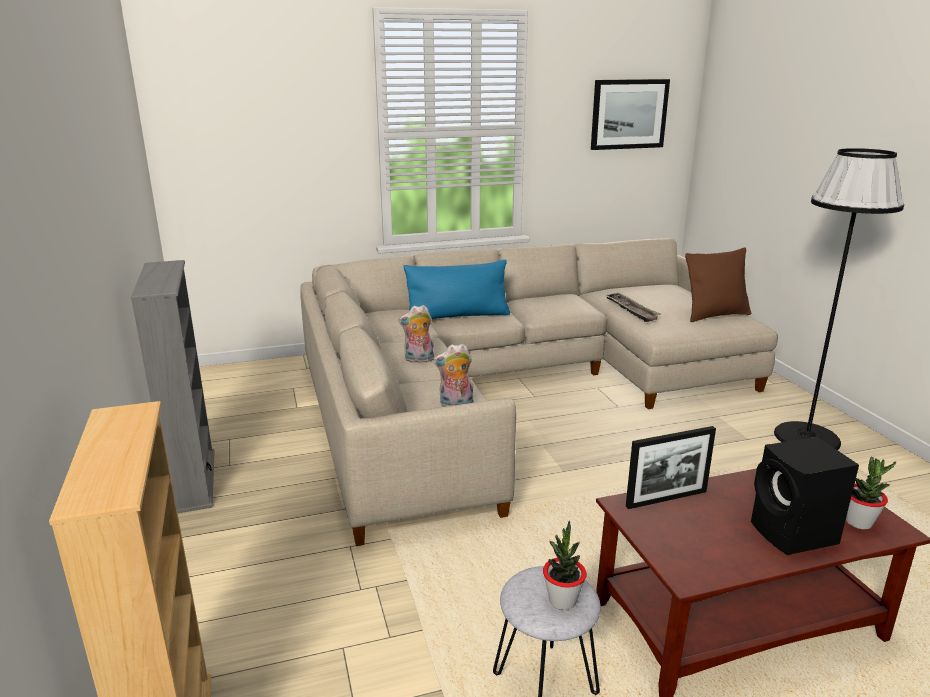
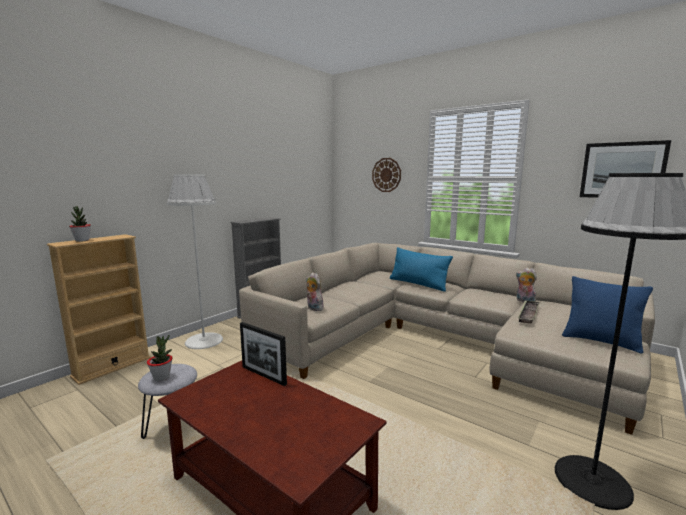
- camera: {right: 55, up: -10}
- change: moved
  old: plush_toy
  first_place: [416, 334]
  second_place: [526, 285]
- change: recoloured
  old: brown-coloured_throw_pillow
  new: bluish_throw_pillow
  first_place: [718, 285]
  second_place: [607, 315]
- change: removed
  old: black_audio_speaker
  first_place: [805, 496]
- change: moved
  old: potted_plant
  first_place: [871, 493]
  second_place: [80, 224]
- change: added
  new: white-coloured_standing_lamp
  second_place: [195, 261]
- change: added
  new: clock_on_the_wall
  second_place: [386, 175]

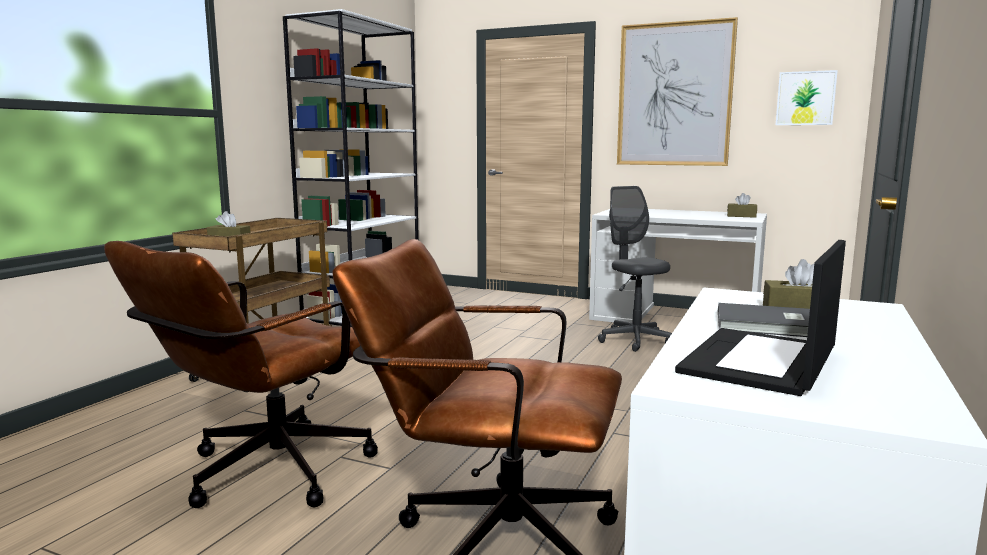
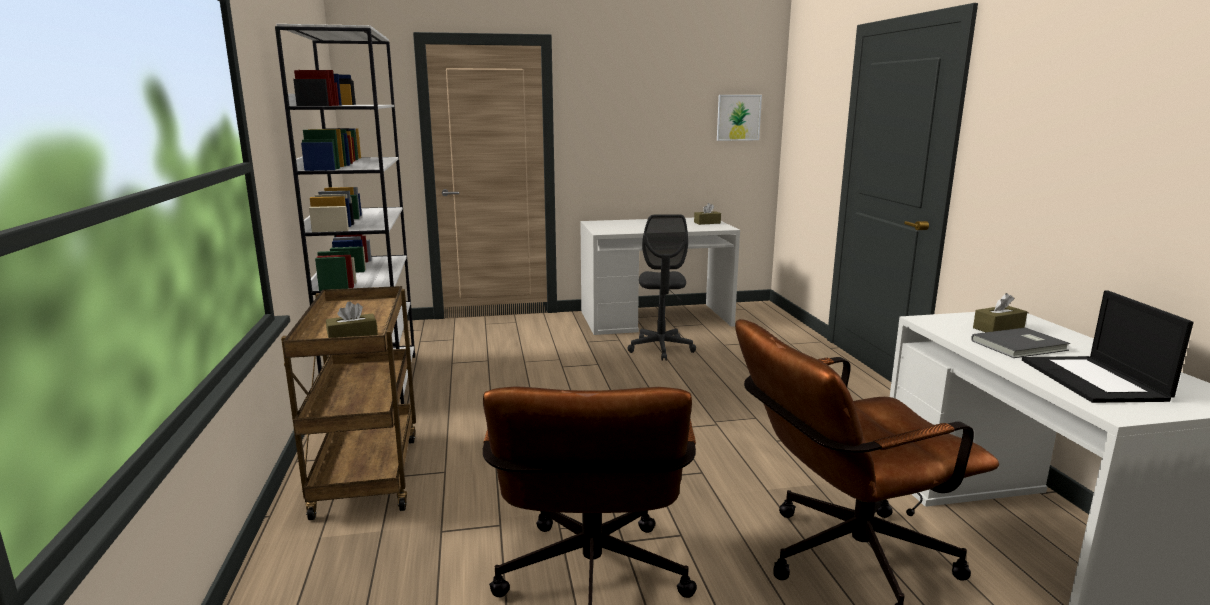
- camera: {right: -35, up: 5}
- change: turned
  old: grey_office_chair
  first_place: [635, 269]
  second_place: [661, 287]
  degrees: -120
- change: removed
  old: wall_art
  first_place: [677, 91]

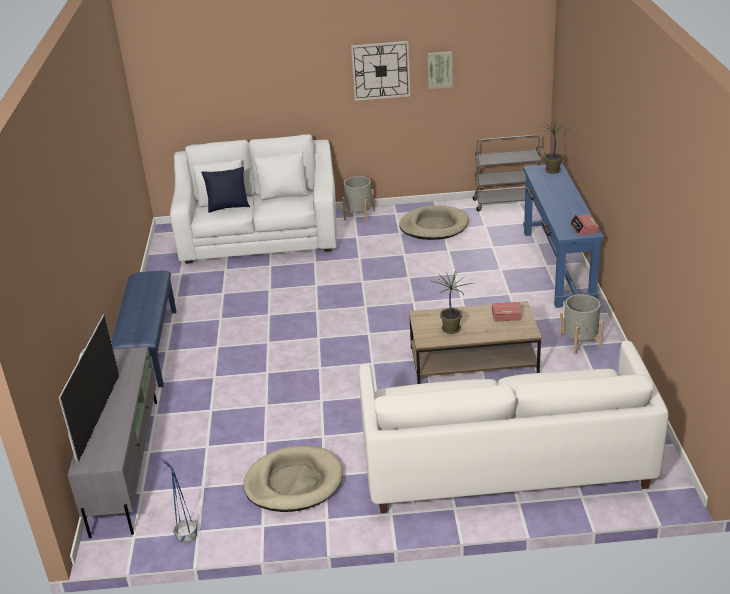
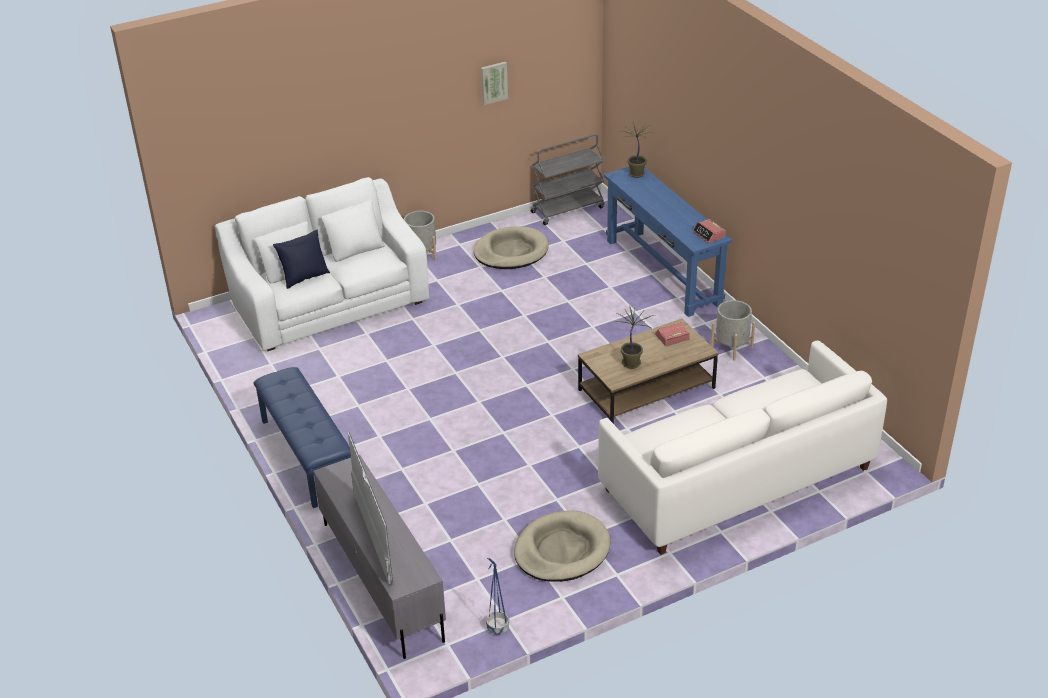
- camera: {right: -25, up: 5}
- change: removed
  old: clock_on_the_wall
  first_place: [380, 71]

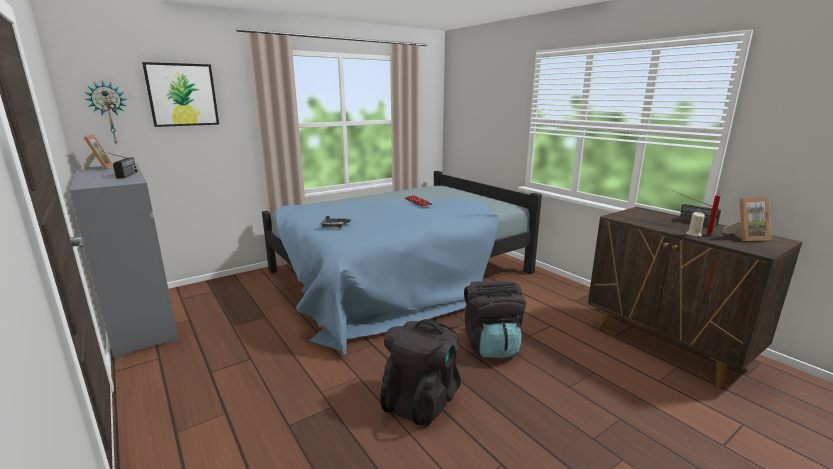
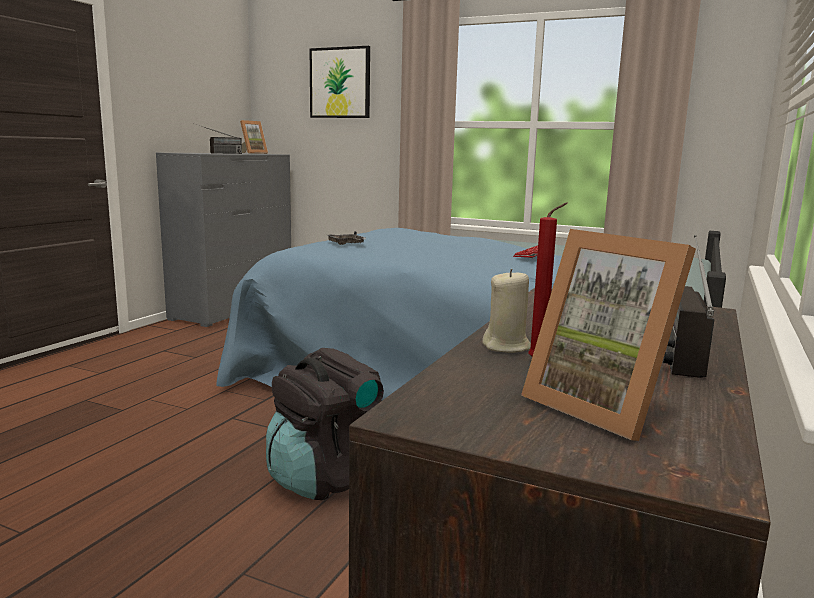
- camera: {right: 60, up: -5}
- change: removed
  old: clock_on_the_wall
  first_place: [106, 113]
- change: removed
  old: black_rucksack
  first_place: [420, 372]

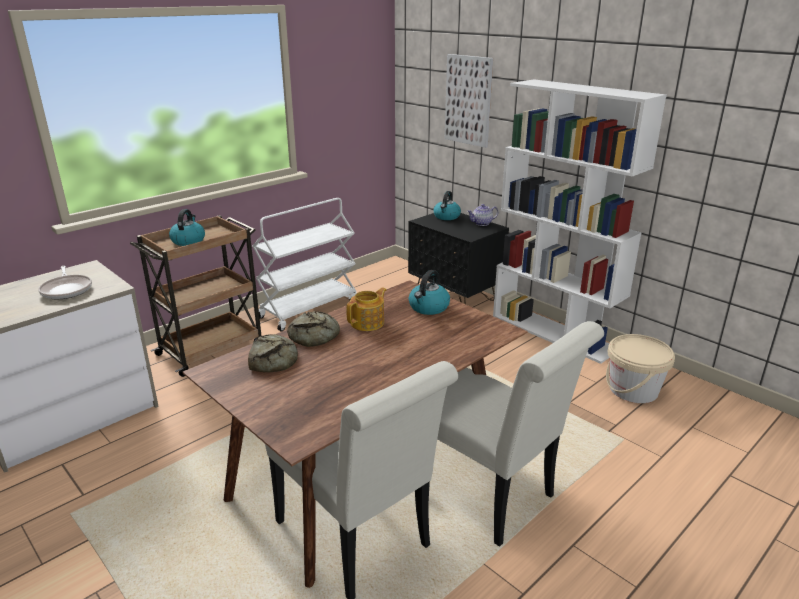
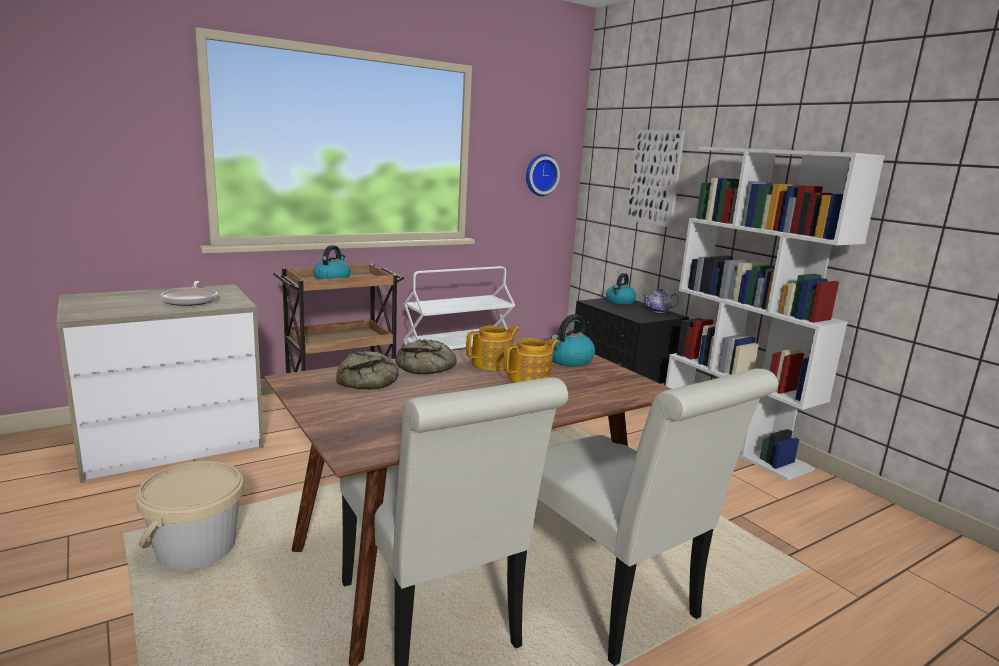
- camera: {right: 10, up: -10}
- change: moved
  old: sand-coloured_water_bucket
  first_place: [640, 368]
  second_place: [189, 515]
- change: added
  new: tea_pot
  second_place: [531, 360]
- change: added
  new: clock_on_the_wall
  second_place: [543, 175]

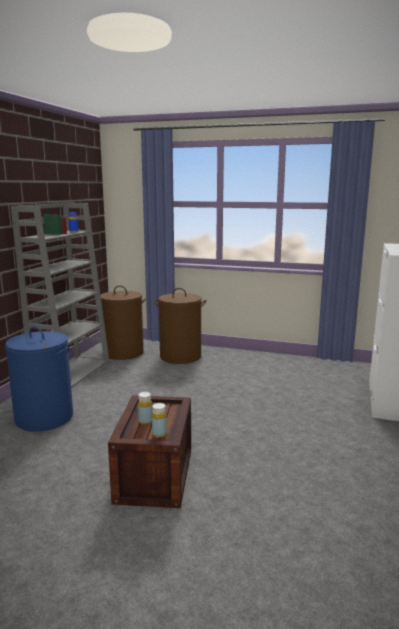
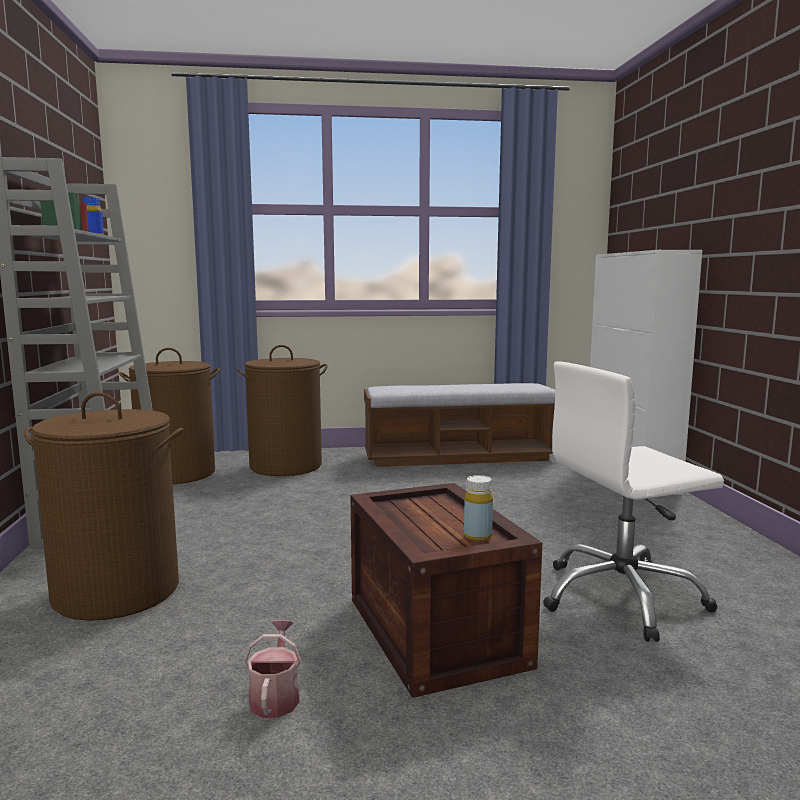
- camera: {right: -25, up: -5}
- change: recoloured
  old: bluish_hamper
  new: brown-coloured_hamper
  first_place: [39, 379]
  second_place: [103, 506]
- change: removed
  old: yellow-coloured_bottle
  first_place: [145, 408]
- change: added
  new: sprinkling_can
  second_place: [273, 669]
- change: added
  new: indoor_bench
  second_place: [459, 425]
- change: added
  new: white-coloured_office_chair
  second_place: [633, 501]

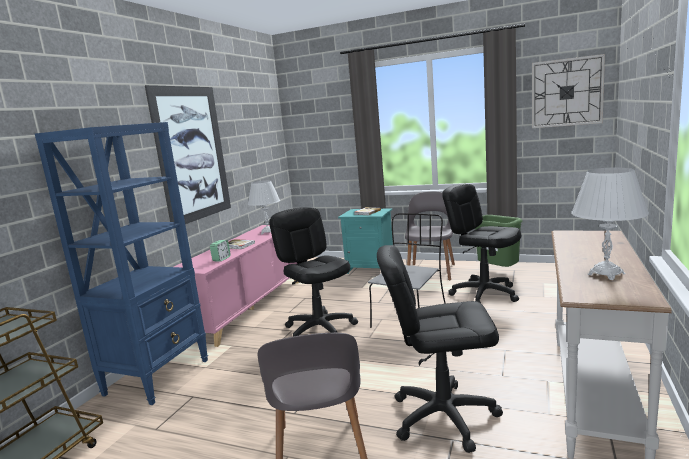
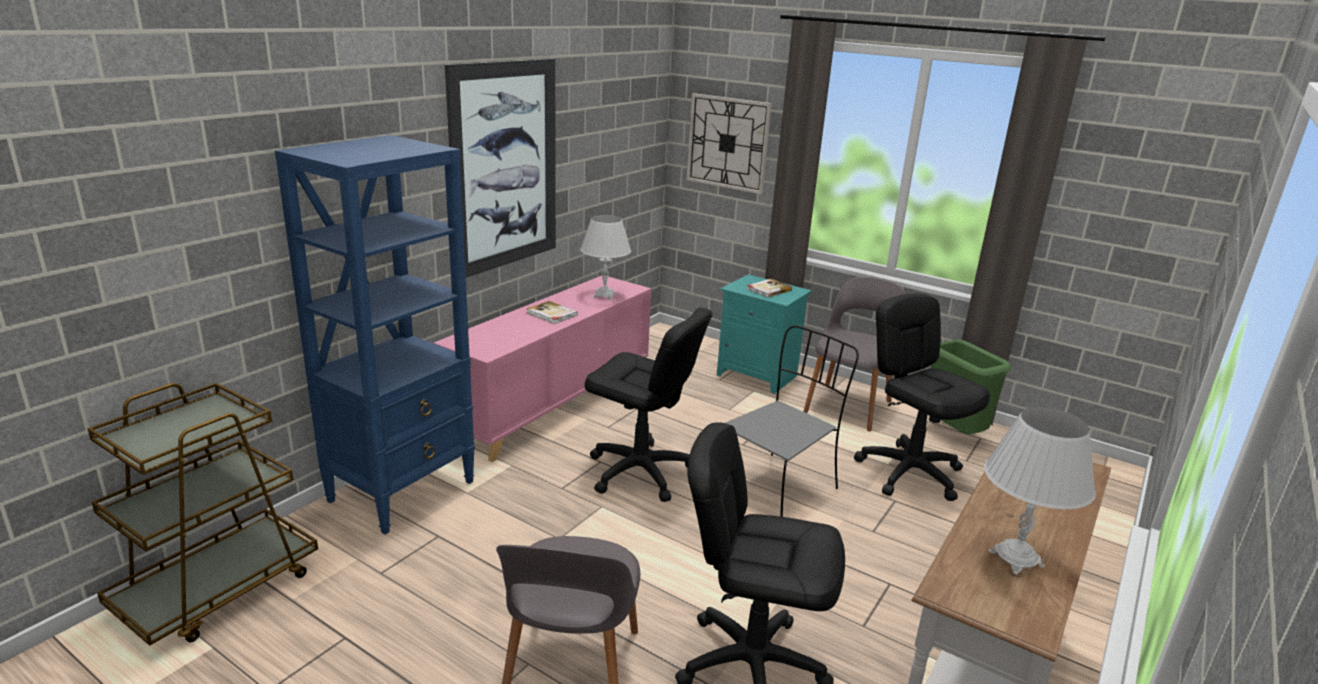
- camera: {right: 10, up: 10}
- change: removed
  old: alarm_clock
  first_place: [220, 250]
- change: turned
  old: black_office_chair
  first_place: [313, 272]
  second_place: [648, 405]
  degrees: 135
- change: moved
  old: clock_on_the_wall
  first_place: [568, 91]
  second_place: [729, 143]

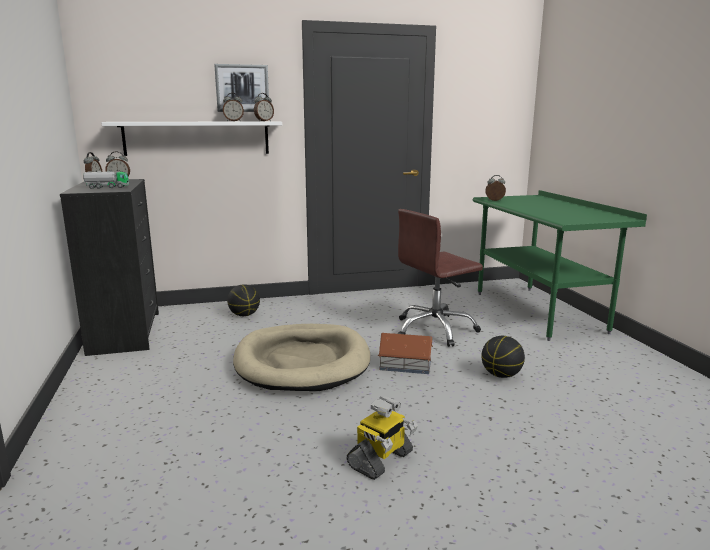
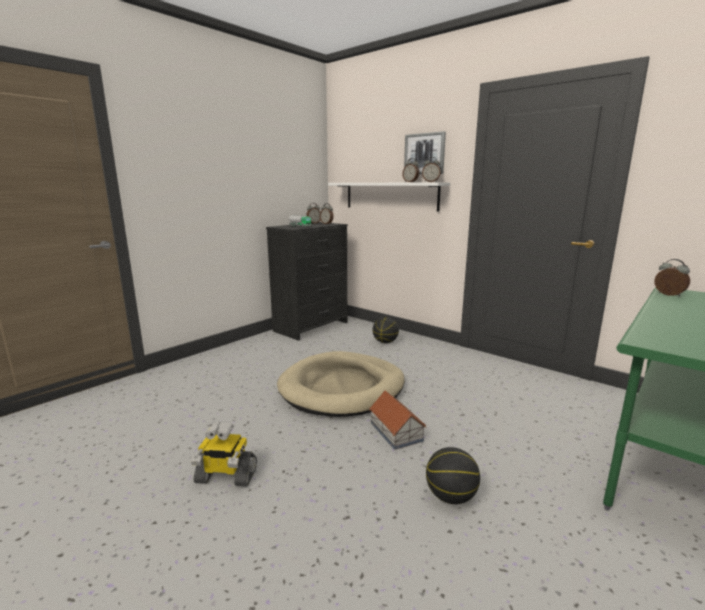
- camera: {right: 55, up: 0}
- change: removed
  old: brown-coloured_office_chair
  first_place: [440, 278]

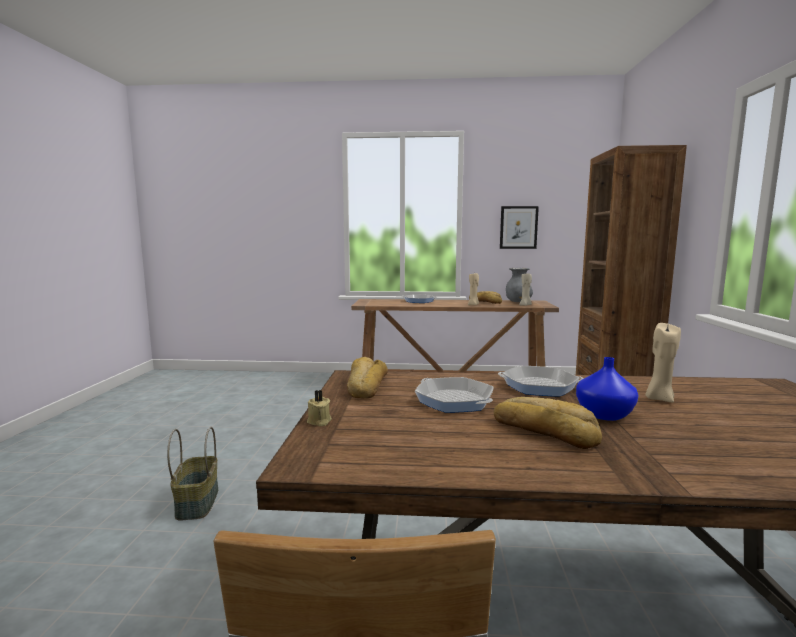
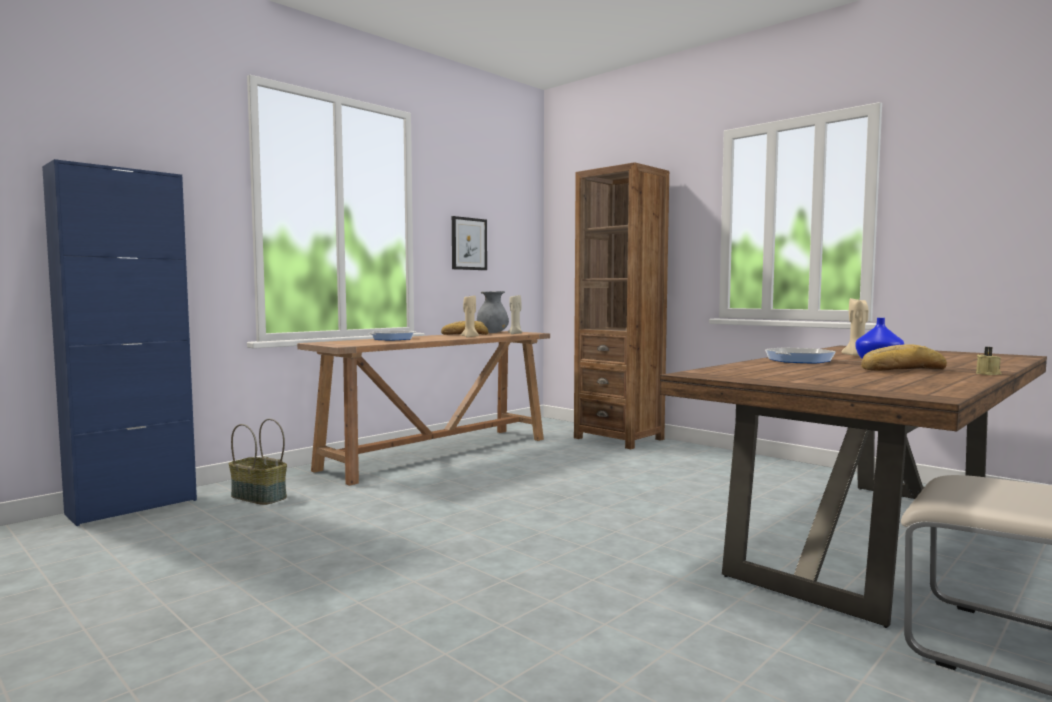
- camera: {right: -50, up: -5}
- change: moved
  old: household_basket
  first_place: [192, 474]
  second_place: [258, 462]
- change: moved
  old: sand-coloured_wax_candle
  first_place: [319, 408]
  second_place: [989, 361]
- change: removed
  old: bakery_bread
  first_place: [367, 378]
- change: removed
  old: skillet
  first_place: [454, 395]
- change: added
  new: bluish_storage_cabinet
  second_place: [119, 342]

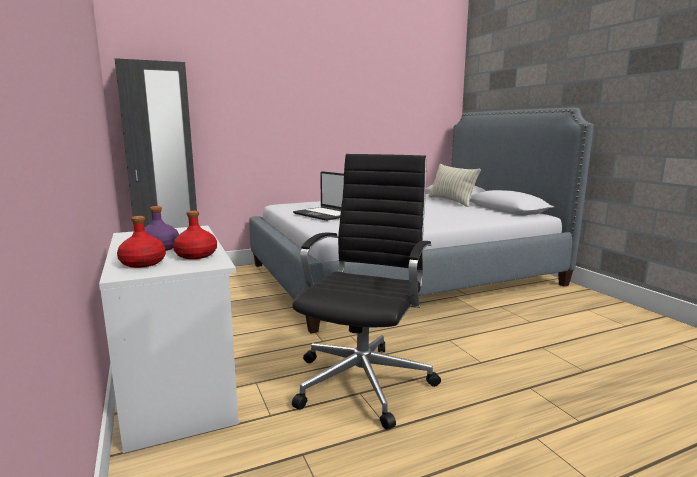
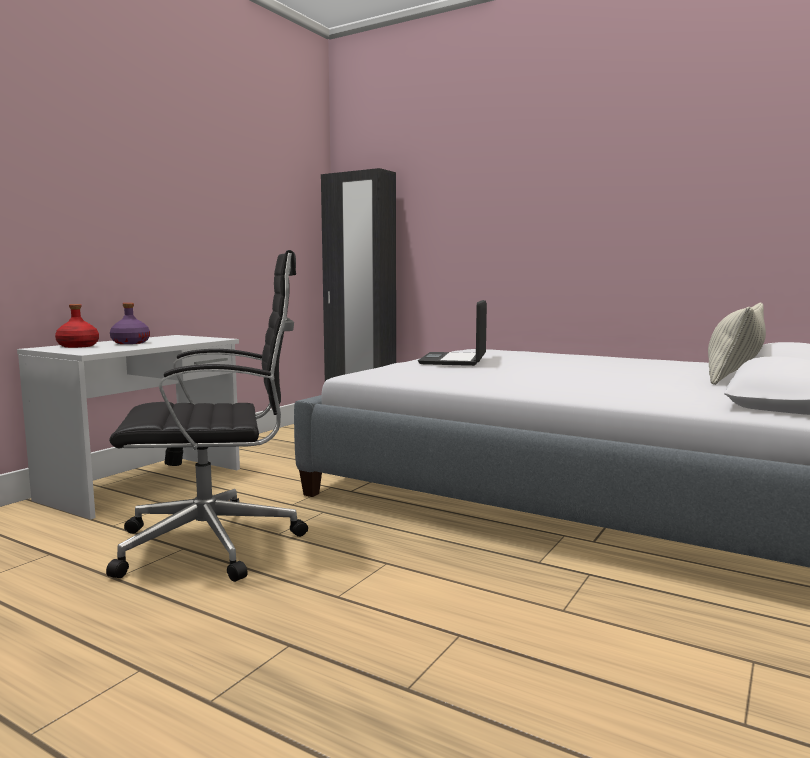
- camera: {right: 55, up: -5}
- change: removed
  old: red_bottle
  first_place: [195, 235]

